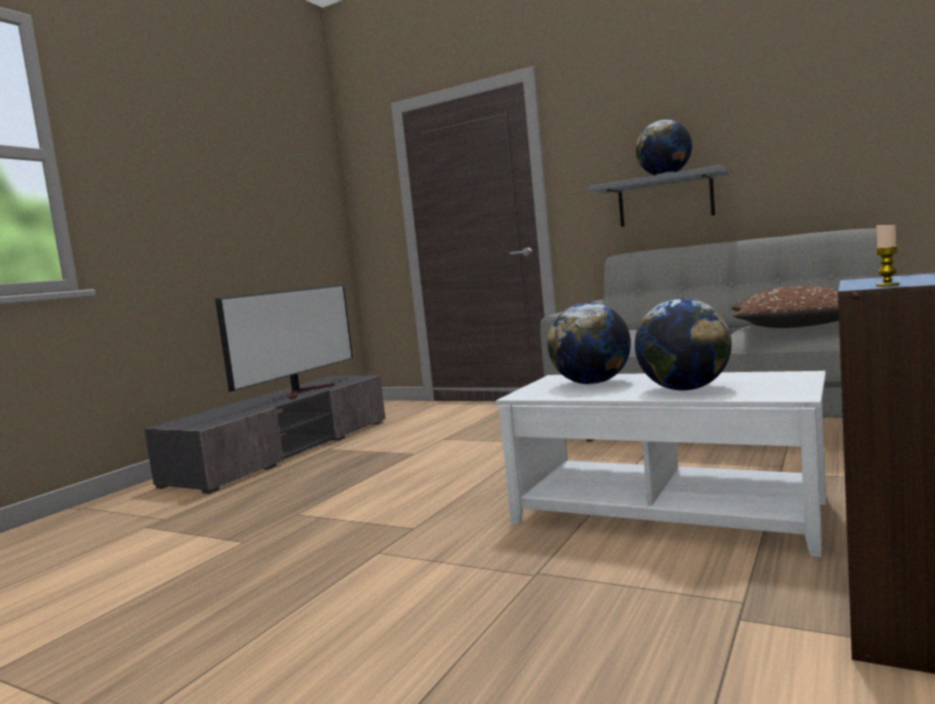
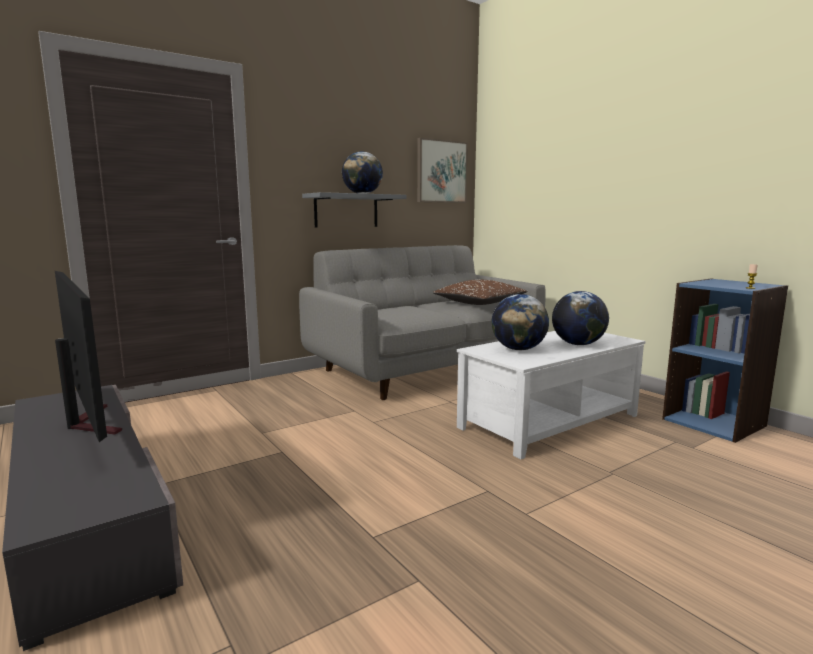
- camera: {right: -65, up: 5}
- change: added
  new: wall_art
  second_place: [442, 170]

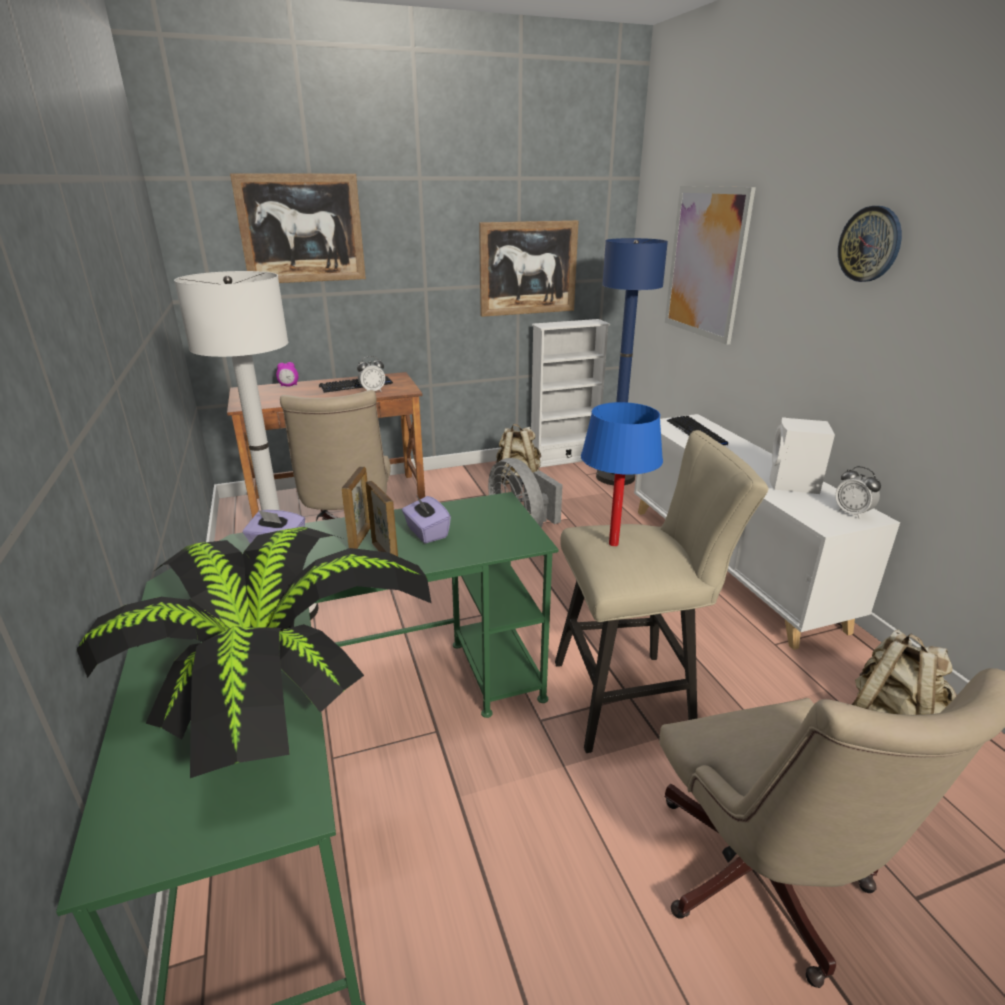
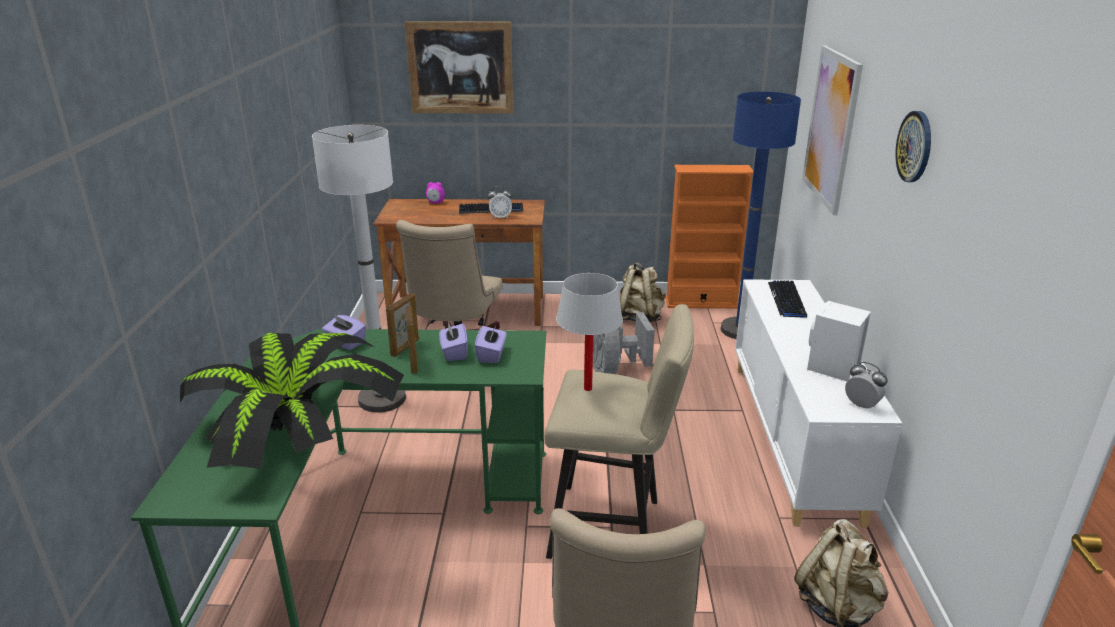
- camera: {right: 20, up: 0}
- change: removed
  old: wall_art
  first_place: [529, 268]
- change: recoloured
  old: white-coloured_bookshelf
  new: orange-coloured_bookshelf
  first_place: [570, 393]
  second_place: [710, 236]
- change: recoloured
  old: bluish_table_lamp
  new: white-coloured_table_lamp
  first_place: [622, 474]
  second_place: [589, 332]
- change: turned
  old: alarm_clock
  first_place: [858, 492]
  second_place: [866, 385]
  degrees: 150
- change: added
  new: purple_tissue_holder
  second_place: [491, 343]

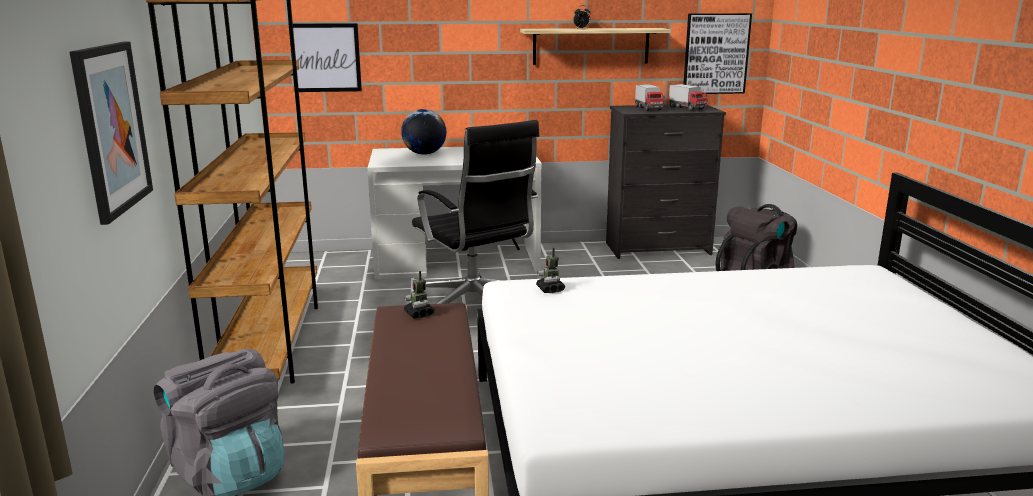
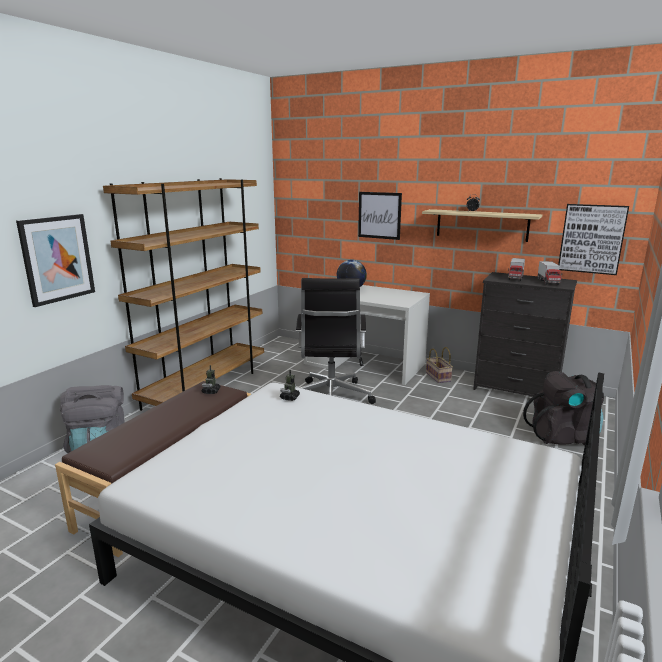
- camera: {right: 35, up: 0}
- change: moved
  old: wall_art
  first_place: [325, 57]
  second_place: [380, 216]
- change: added
  new: household_basket
  second_place: [439, 365]

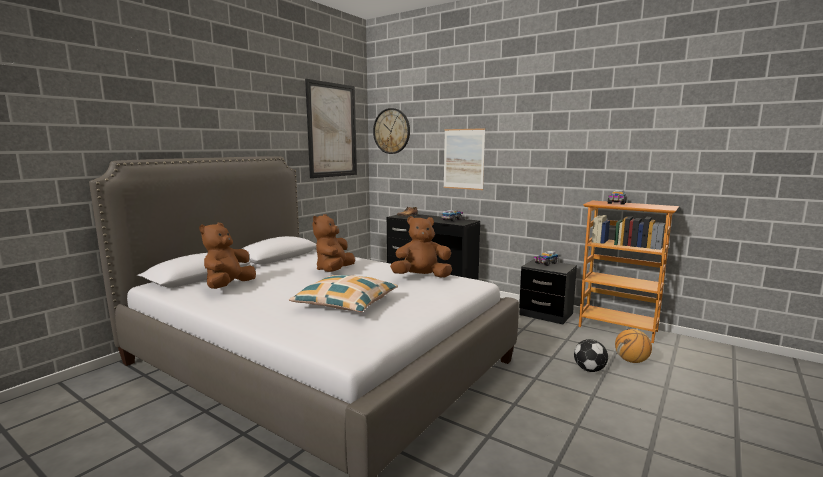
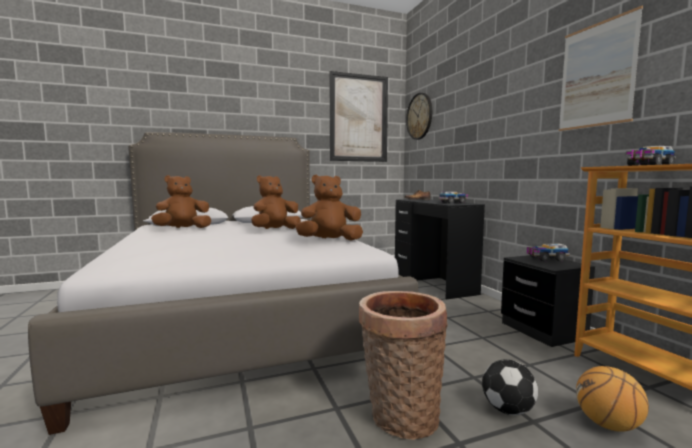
- camera: {right: 35, up: -5}
- change: removed
  old: throw_pillow
  first_place: [343, 293]
- change: turned
  old: brown-coloured_plush_toy
  first_place: [421, 246]
  second_place: [329, 208]
  degrees: -45
- change: moved
  old: wall_art
  first_place: [464, 159]
  second_place: [601, 68]
- change: added
  new: household_basket
  second_place: [403, 365]

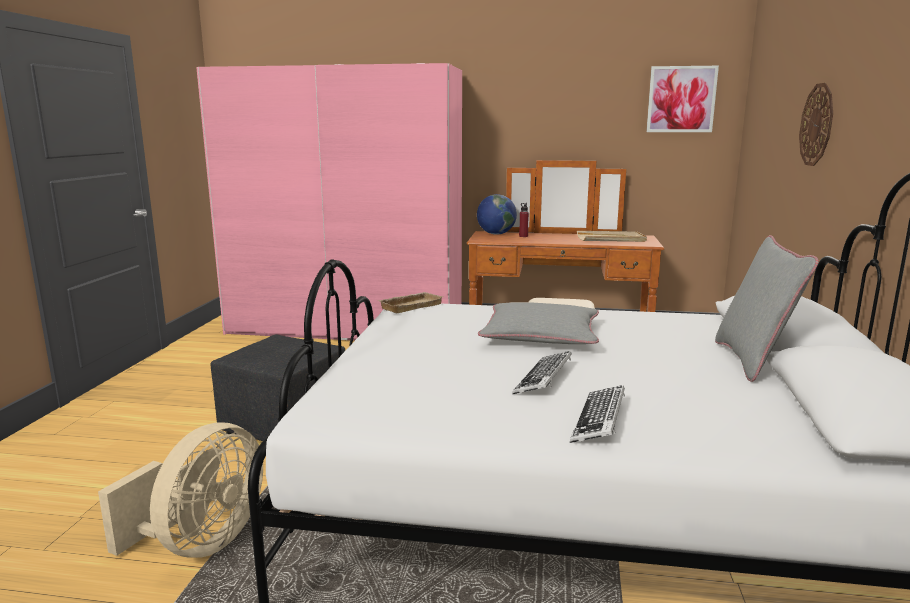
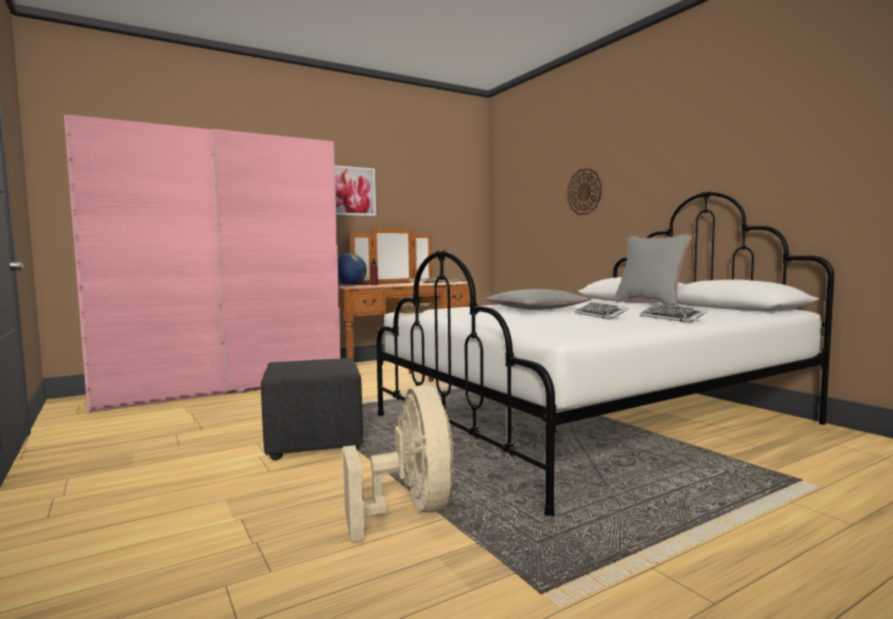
- camera: {right: -40, up: -10}
- change: moved
  old: wall_art
  first_place: [682, 99]
  second_place: [355, 190]

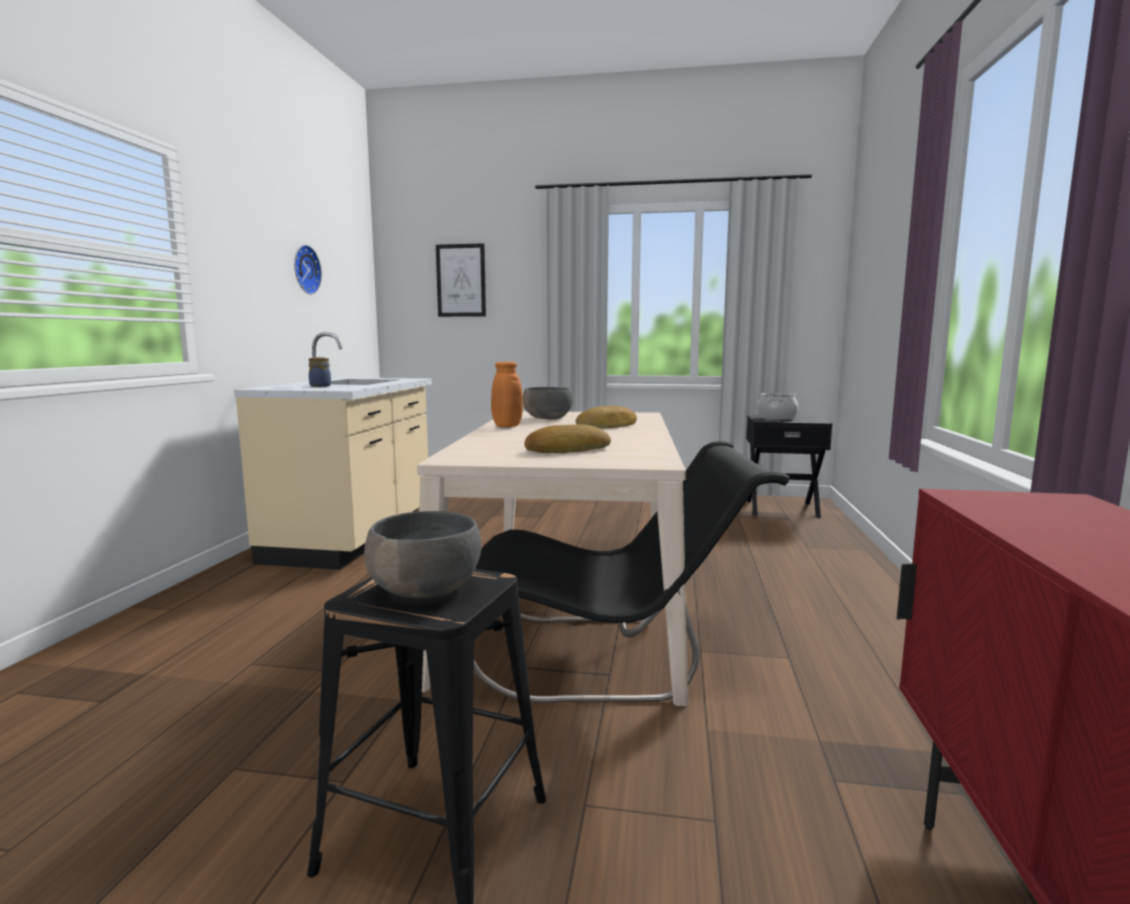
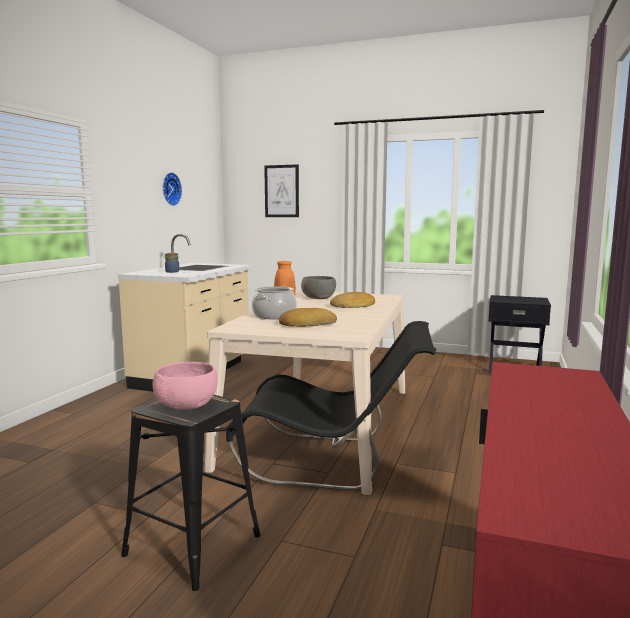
- camera: {right: 10, up: 0}
- change: recoloured
  old: grey_deep_dish
  new: pink-coloured_deep_dish
  first_place: [422, 554]
  second_place: [185, 386]
- change: moved
  old: saucepot
  first_place: [777, 406]
  second_place: [274, 302]

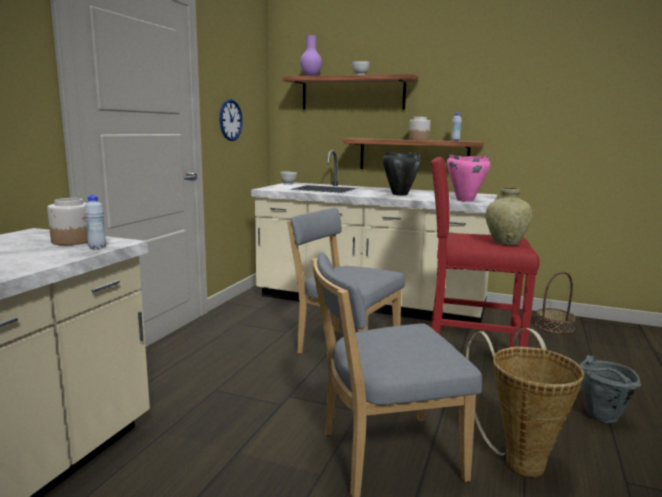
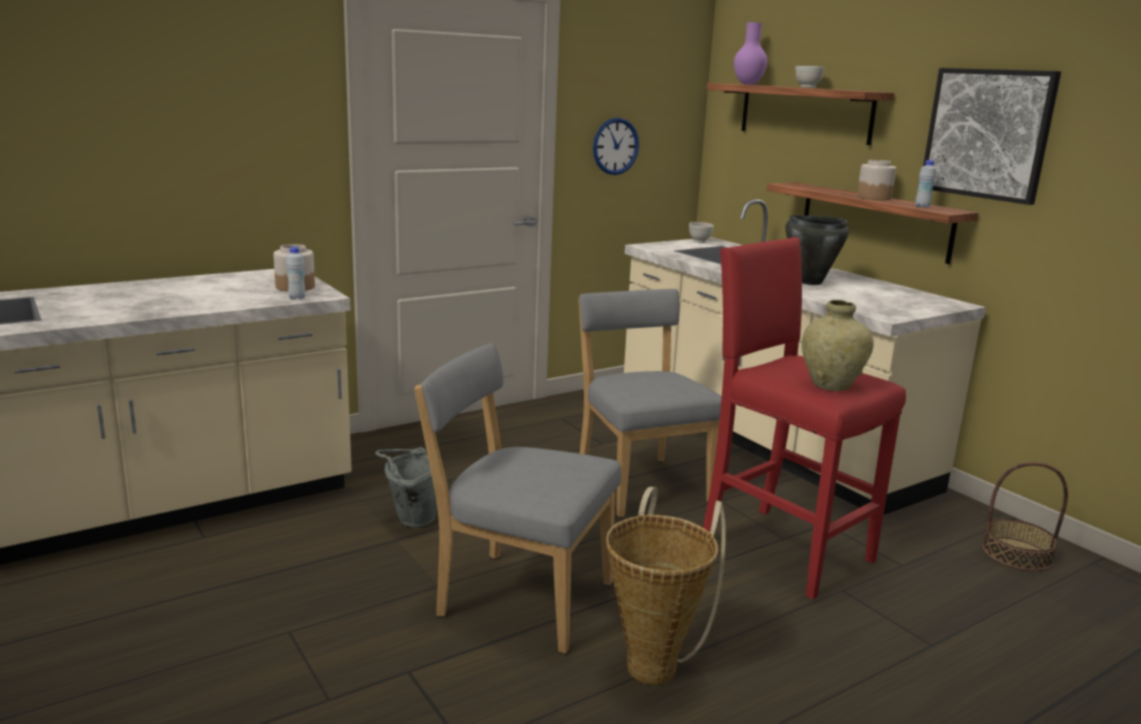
- camera: {right: 35, up: 5}
- change: removed
  old: pink-coloured_saucepot
  first_place: [468, 178]
- change: moved
  old: grey_water_bucket
  first_place: [610, 389]
  second_place: [406, 487]
- change: added
  new: wall_art
  second_place: [992, 136]

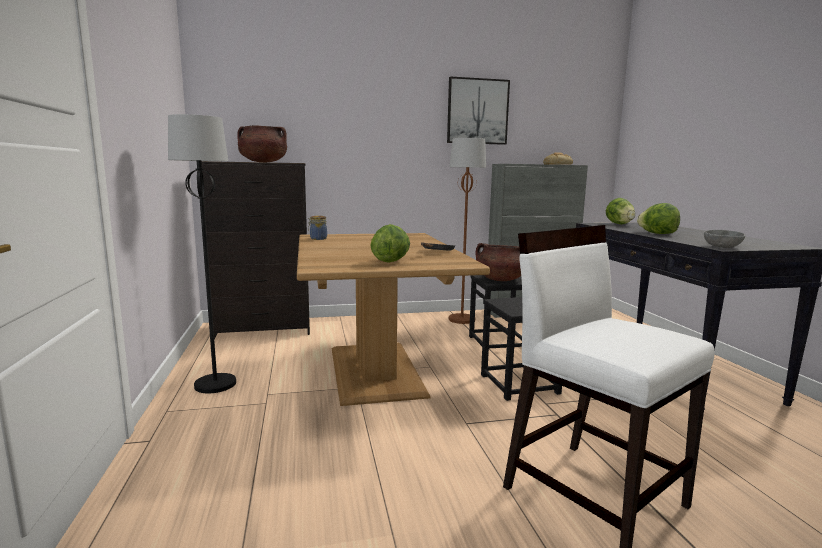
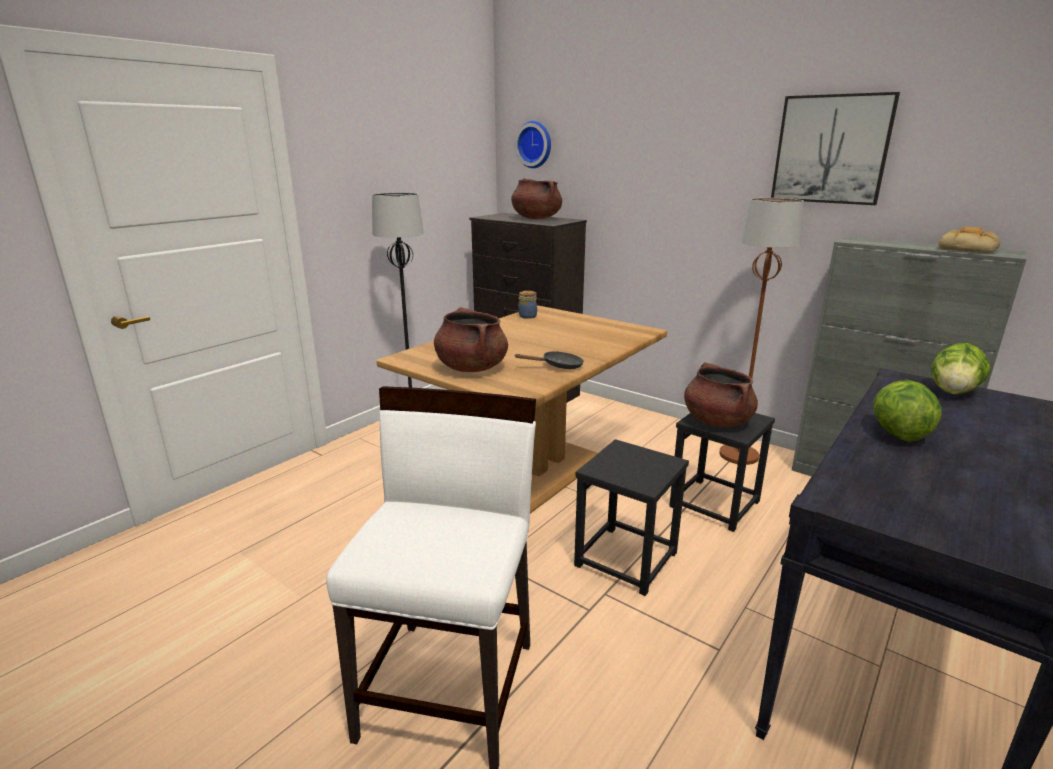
- camera: {right: 50, up: 10}
- change: replaced
  old: lettuce_head
  new: brown-coloured_saucepot
  first_place: [390, 243]
  second_place: [471, 339]
- change: removed
  old: grey_deep_dish
  first_place: [724, 239]
- change: added
  new: clock_on_the_wall
  second_place: [533, 144]

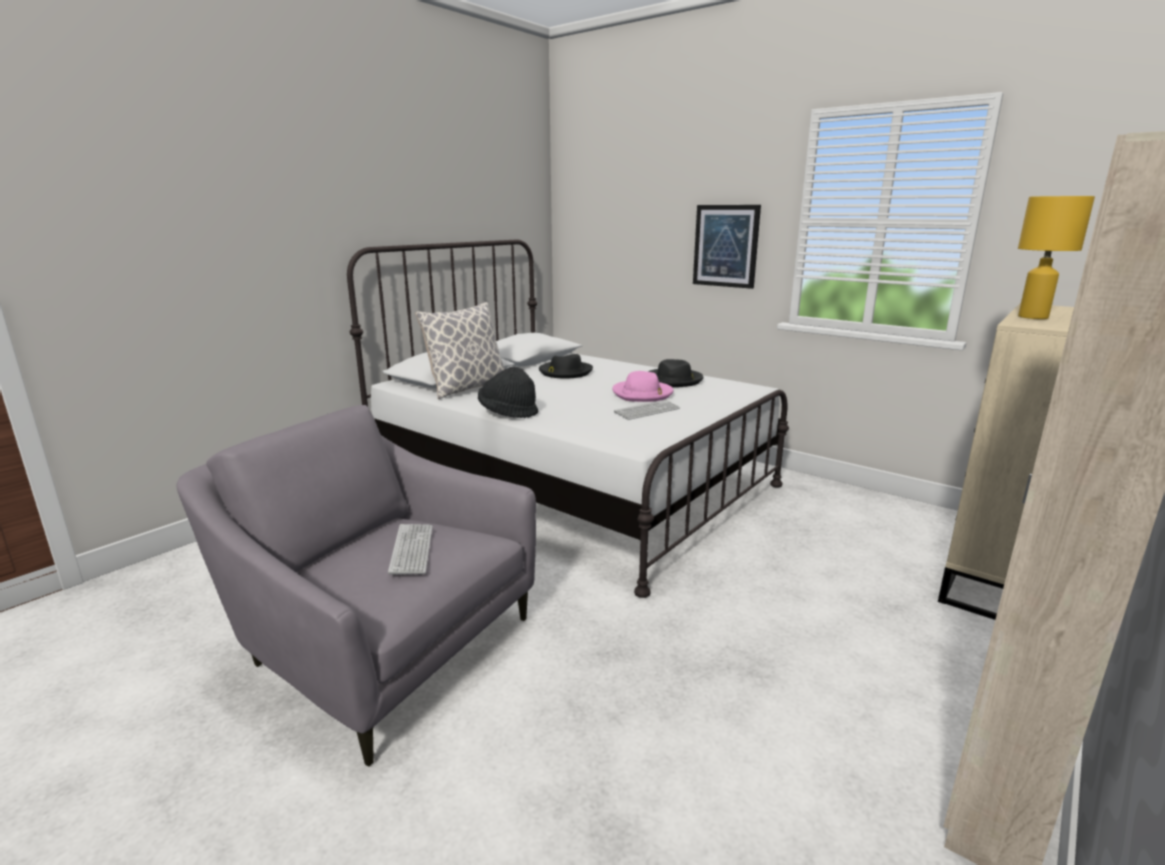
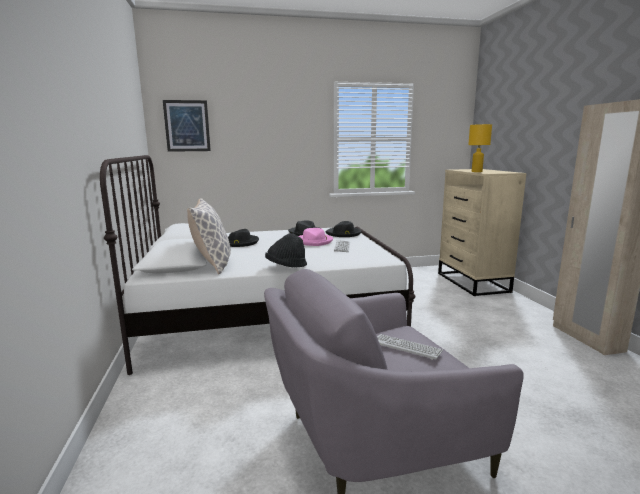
- camera: {right: -50, up: -5}
- change: moved
  old: wall_art
  first_place: [727, 247]
  second_place: [187, 126]
- change: added
  new: black_hat
  second_place: [344, 229]

